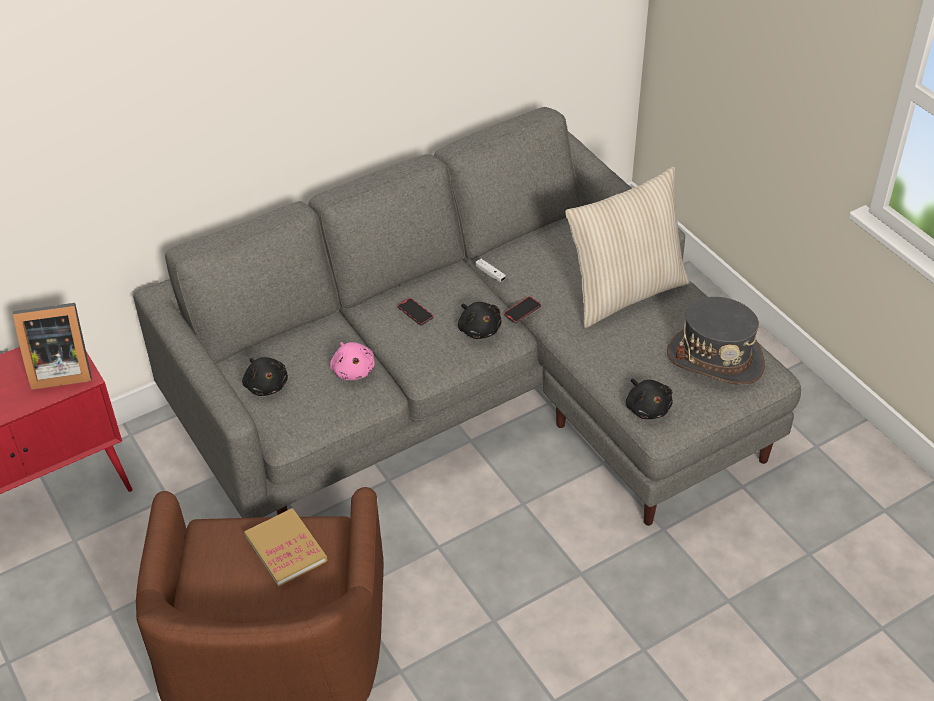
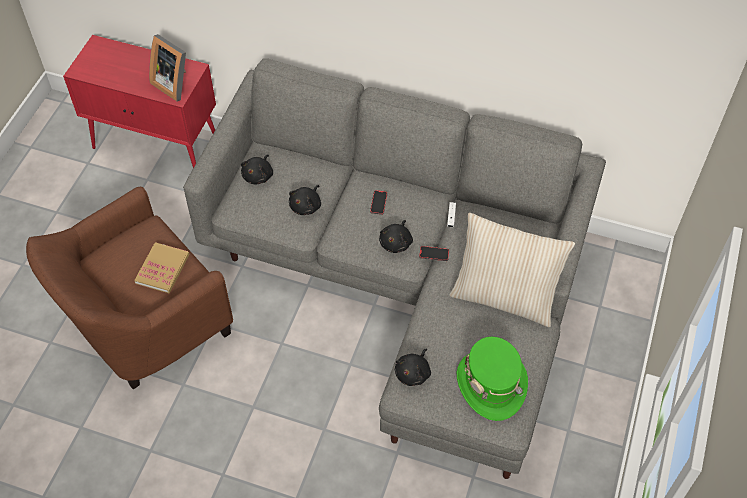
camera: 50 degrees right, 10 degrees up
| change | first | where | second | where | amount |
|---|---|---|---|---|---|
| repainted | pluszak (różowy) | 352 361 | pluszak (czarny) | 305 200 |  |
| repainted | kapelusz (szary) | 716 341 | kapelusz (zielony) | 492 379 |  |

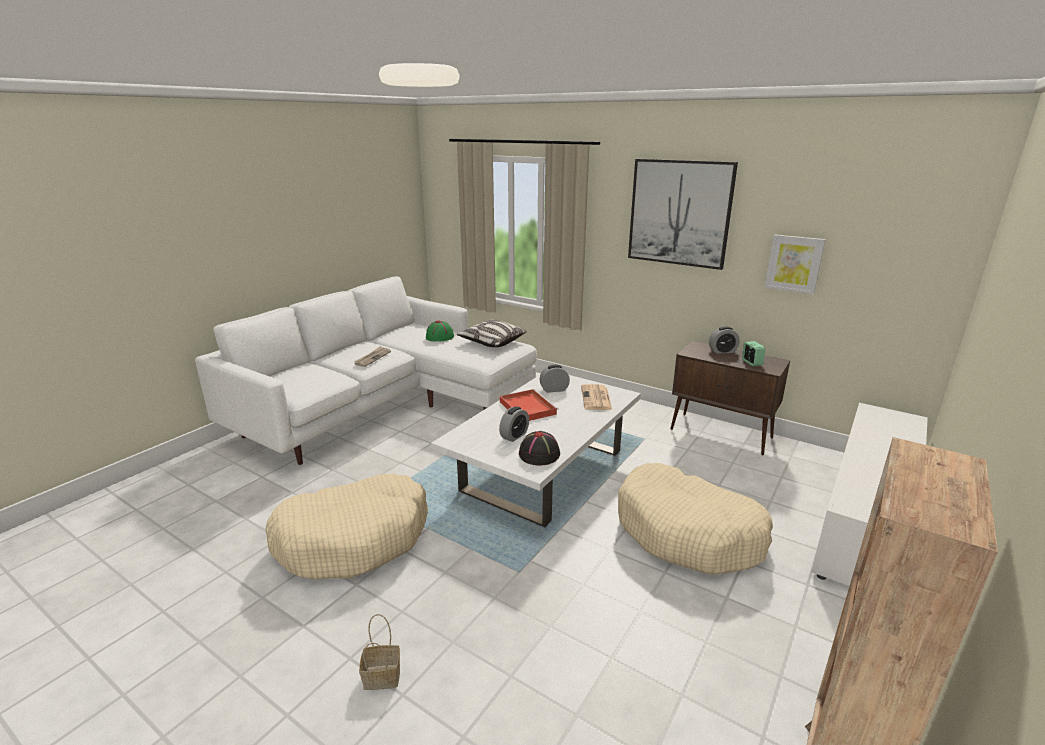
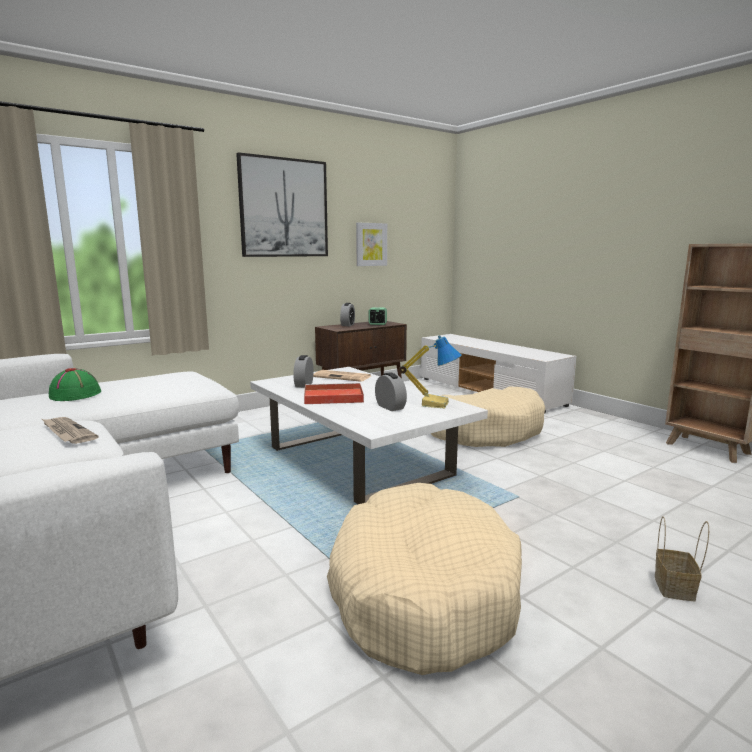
camera: 70 degrees left, 10 degrees down
| change | first | where | second | where | amount |
|---|---|---|---|---|---|
| gone | poduszka | 492 333 |  |  |  |
| swapped | kapelusz (czarny) | 539 448 | lampa stołowa | 430 372 |  |

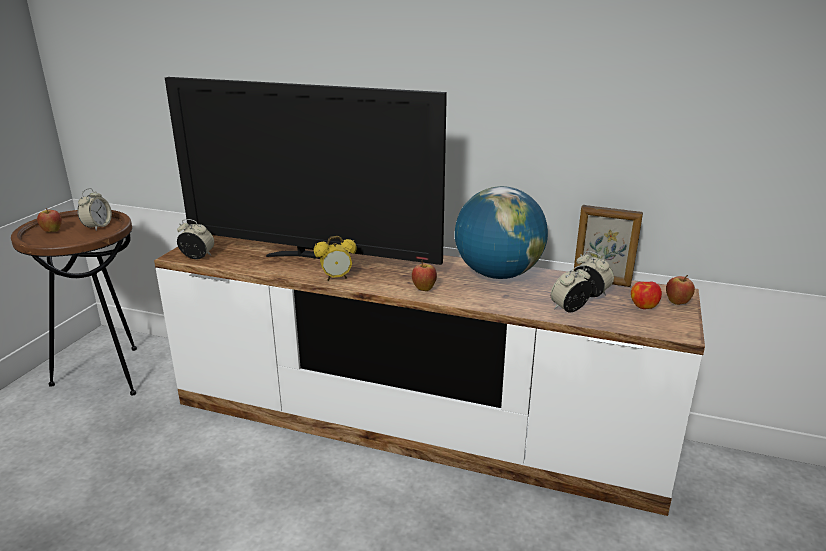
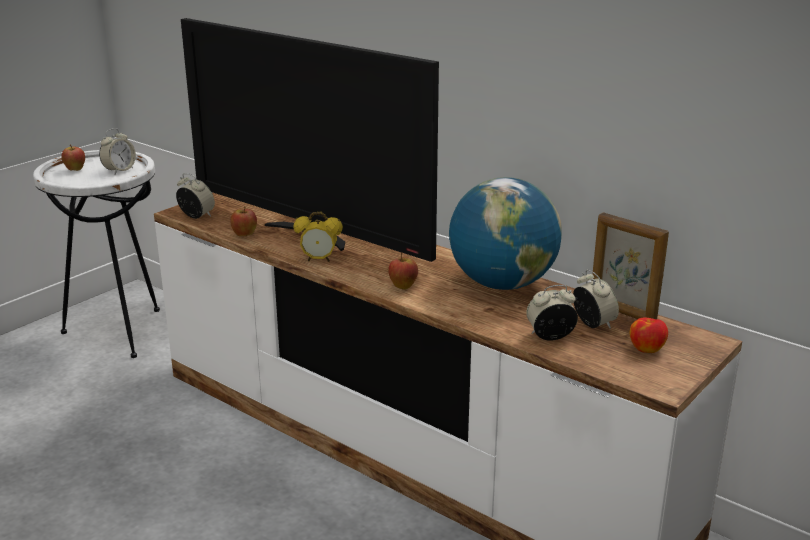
camera: 20 degrees right, 0 degrees up
| change | first | where | second | where | amount |
|---|---|---|---|---|---|
| repainted | stolik (brązowy) | 74 303 | stolik (biały) | 96 254 |  |
| shifted | jabłko | 680 290 |  | 243 221 |  |

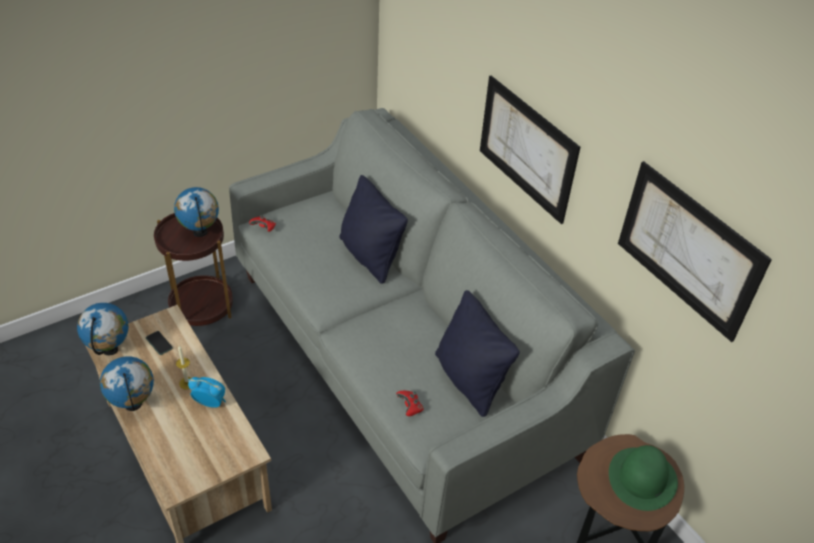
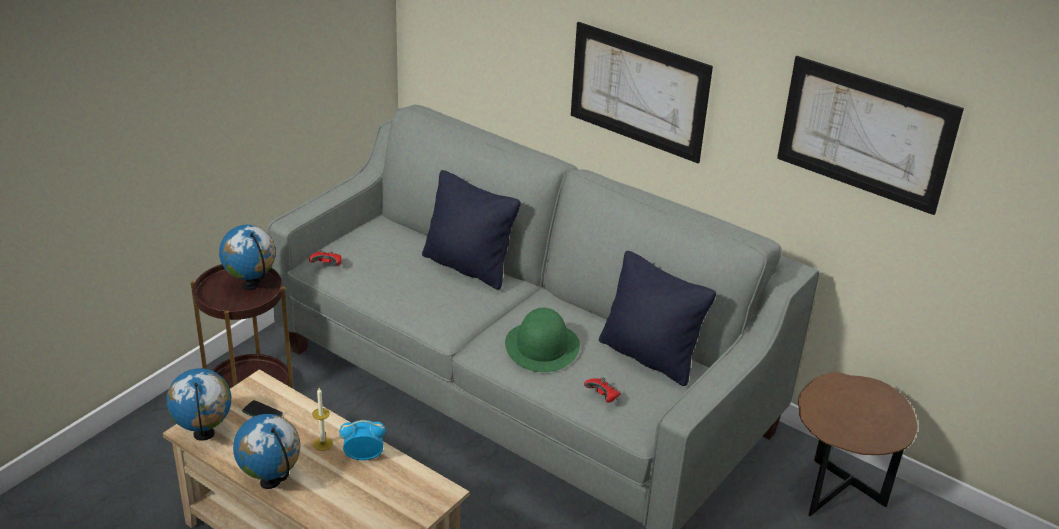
camera: 20 degrees left, 10 degrees down
| change | first | where | second | where | amount |
|---|---|---|---|---|---|
| shifted | kapelusz (zielony) | 643 478 |  | 542 340 |  |

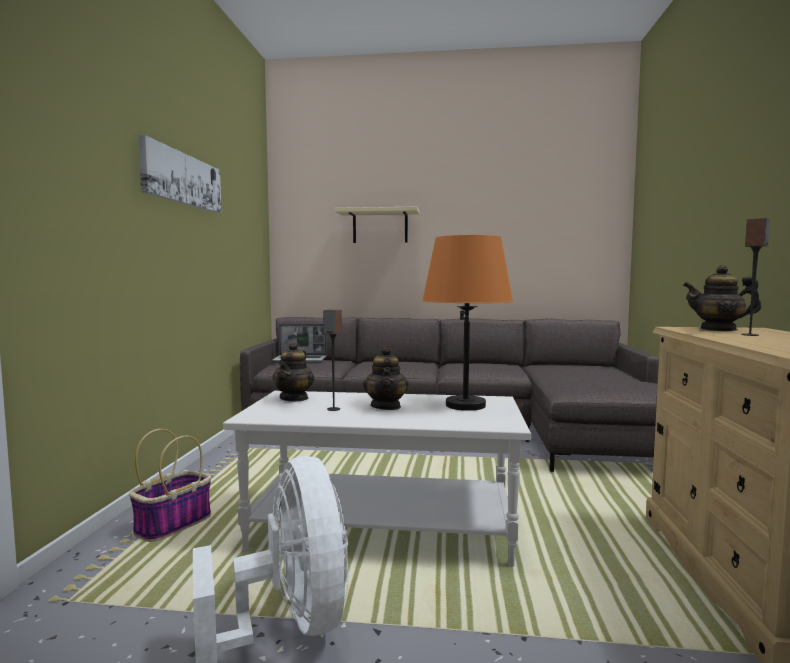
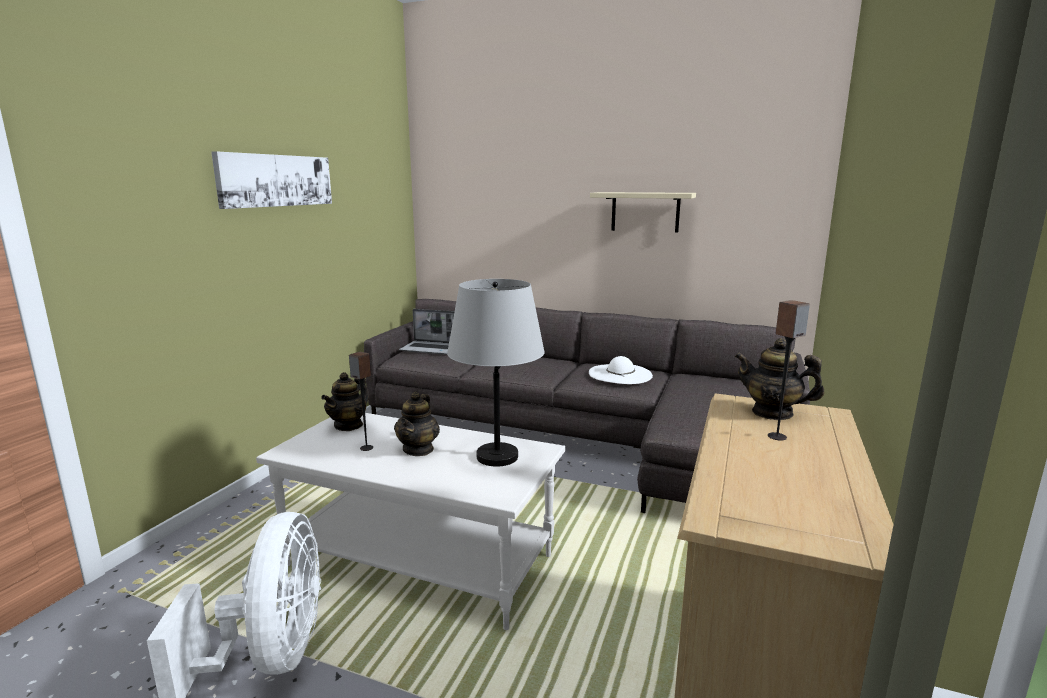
camera: 15 degrees right, 10 degrees up
| change | first | where | second | where | amount |
|---|---|---|---|---|---|
| gone | koszyk | 170 485 |  |  |  |
| shifted | półka (beżowy) | 377 225 |  | 643 212 |  |
| repainted | lampa stołowa (pomarańczowy) | 467 323 | lampa stołowa (szary) | 496 373 |  |
| new |  |  | kapelusz (biały) | 621 370 |  |

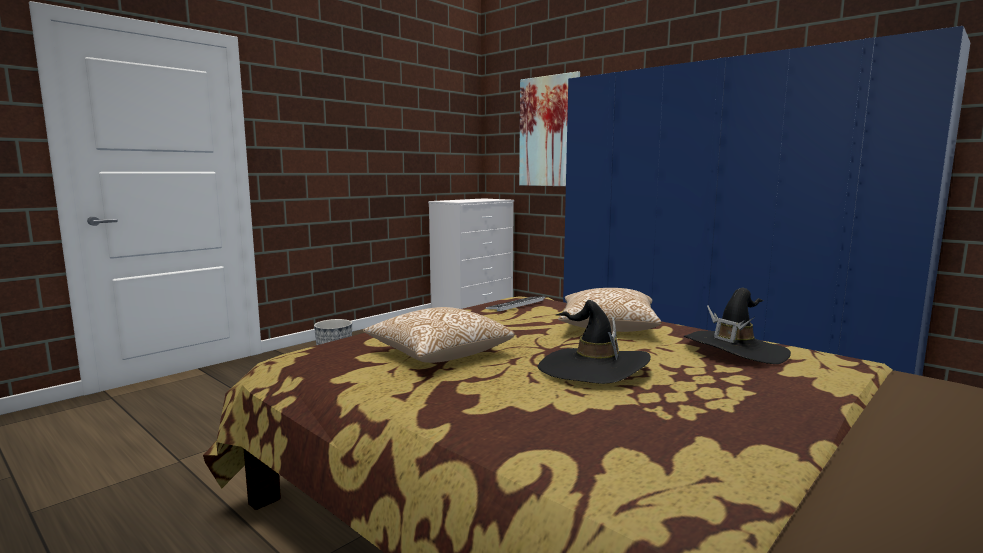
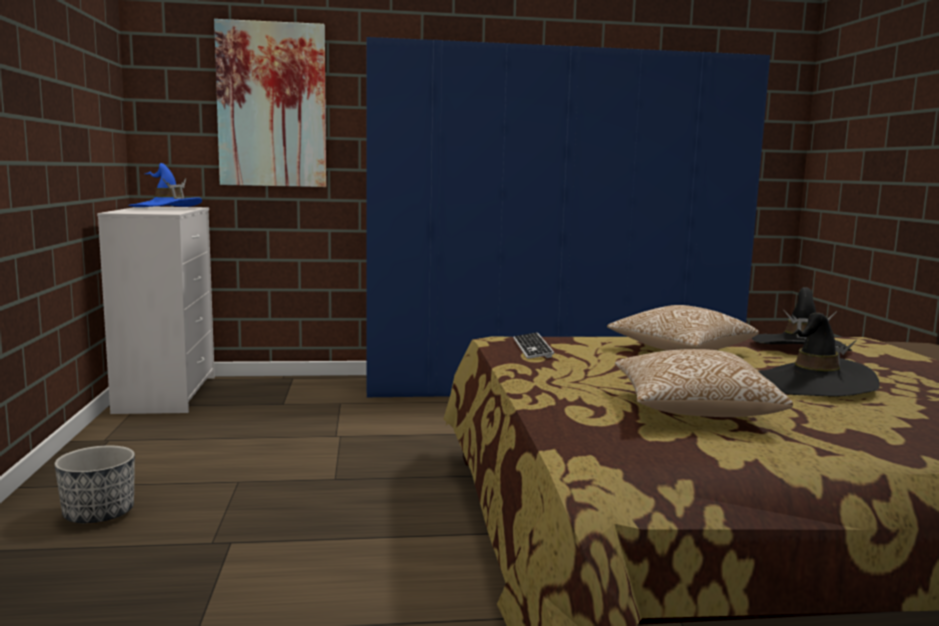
camera: 50 degrees left, 0 degrees up
| change | first | where | second | where | amount |
|---|---|---|---|---|---|
| new |  |  | kapelusz (niebieski) | 165 185 |  |

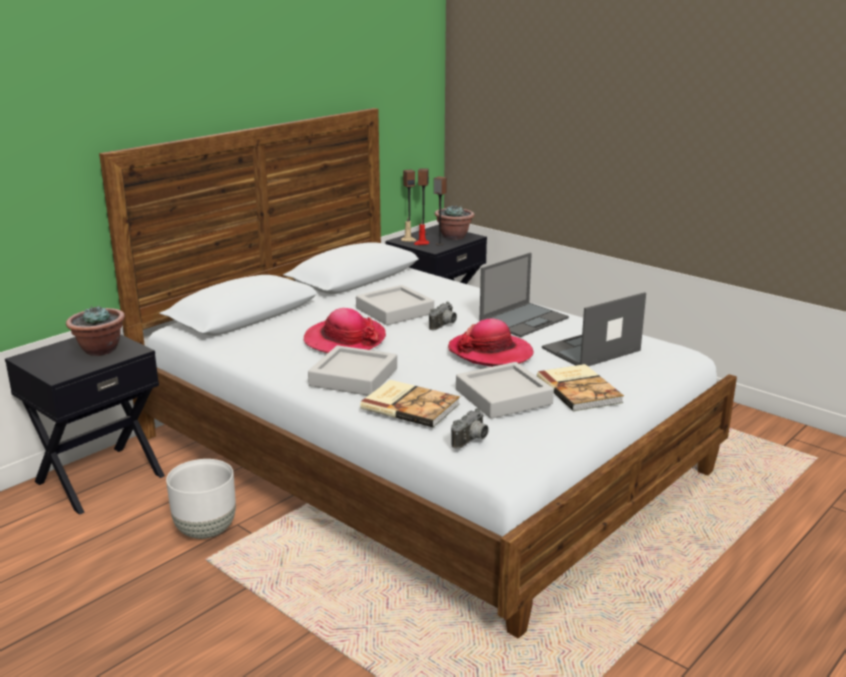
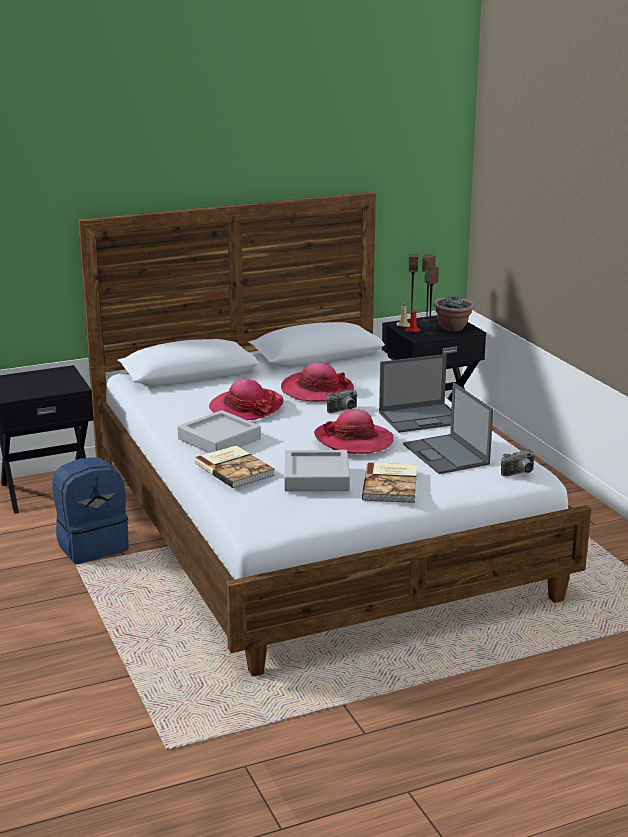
camera: 25 degrees right, 0 degrees up
| change | first | where | second | where | amount |
|---|---|---|---|---|---|
| gone | roślina doniczkowa | 95 330 |  |  |  |
| swapped | donica (biały) | 201 499 | plecak (niebieski) | 90 510 |  |
| swapped | taca (szary) | 395 305 | kapelusz | 317 381 |  |
| shifted | aparat fotograficzny | 470 428 |  | 517 463 |  |
| rotated | laptop | 594 329 |  | 448 428 | 105 degrees counterclockwise |

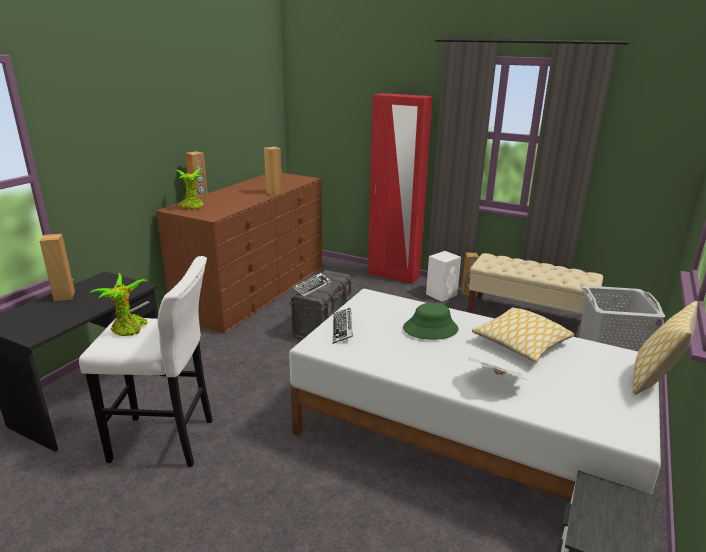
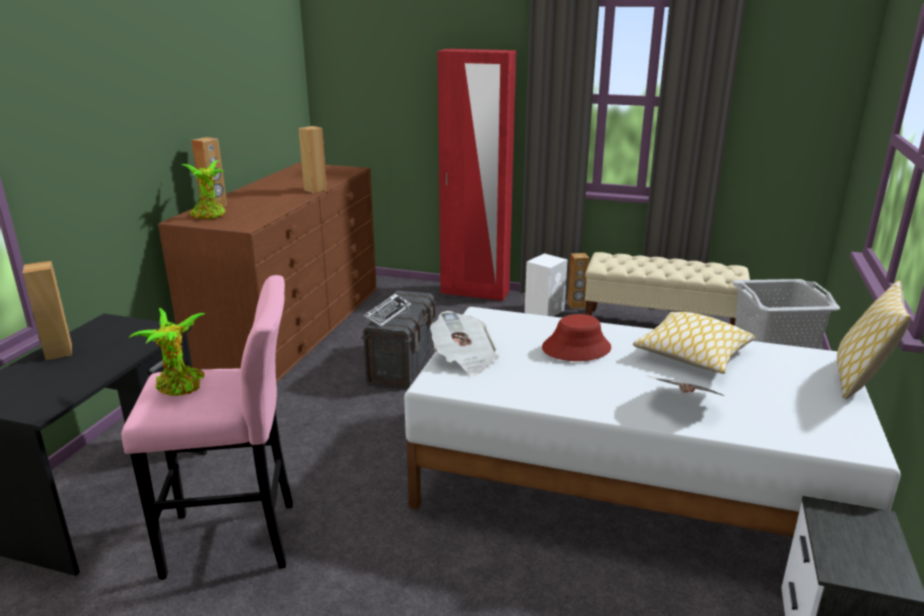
camera: 10 degrees left, 0 degrees up
| change | first | where | second | where | amount |
|---|---|---|---|---|---|
| repainted | stołek (biały) | 146 361 | stołek (różowy) | 207 427 |  |
| swapped | klawiatura | 342 326 | gazeta | 464 343 |  |
| repainted | kapelusz (zielony) | 430 321 | kapelusz (czerwony) | 576 337 |  |

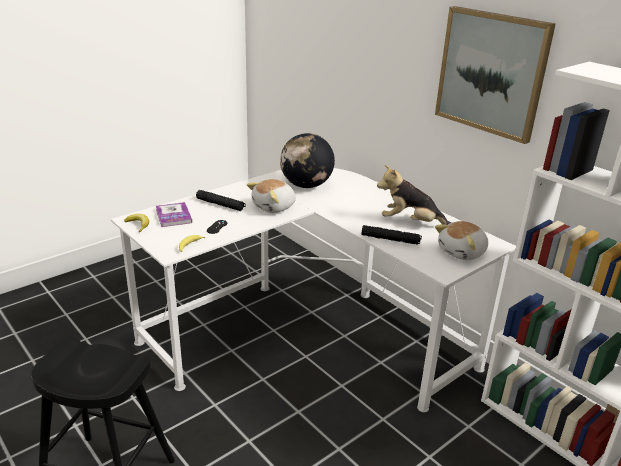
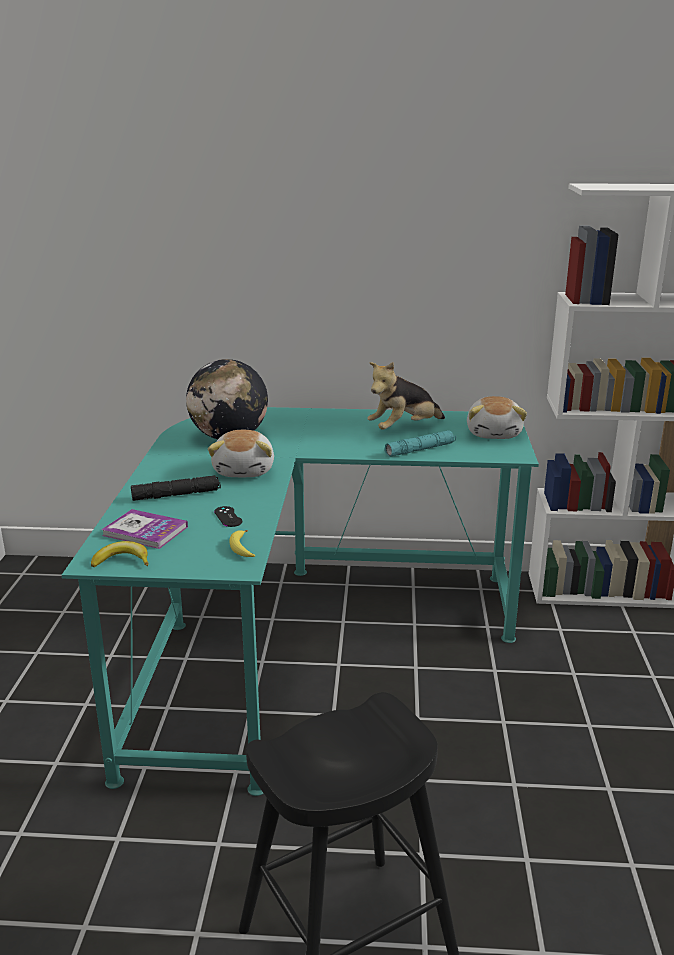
camera: 45 degrees left, 5 degrees down
| change | first | where | second | where | amount |
|---|---|---|---|---|---|
| repainted | biurko (biały) | 313 290 | biurko (turkusowy) | 300 601 |  |
| repainted | latarka (czarny) | 392 235 | latarka (turkusowy) | 420 443 |  |
| gone | obraz | 495 75 |  |  |  |

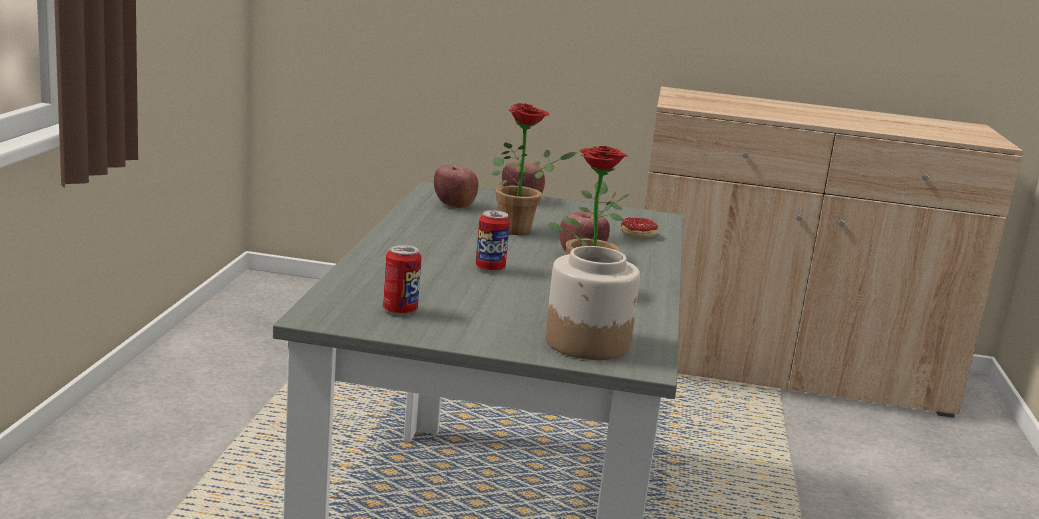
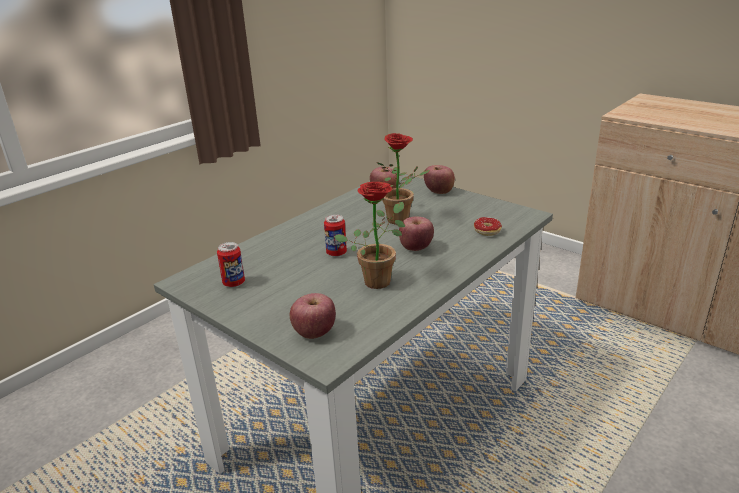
camera: 35 degrees right, 10 degrees up
| change | first | where | second | where | amount |
|---|---|---|---|---|---|
| swapped | słoik | 592 303 | jabłko | 313 316 |  |

